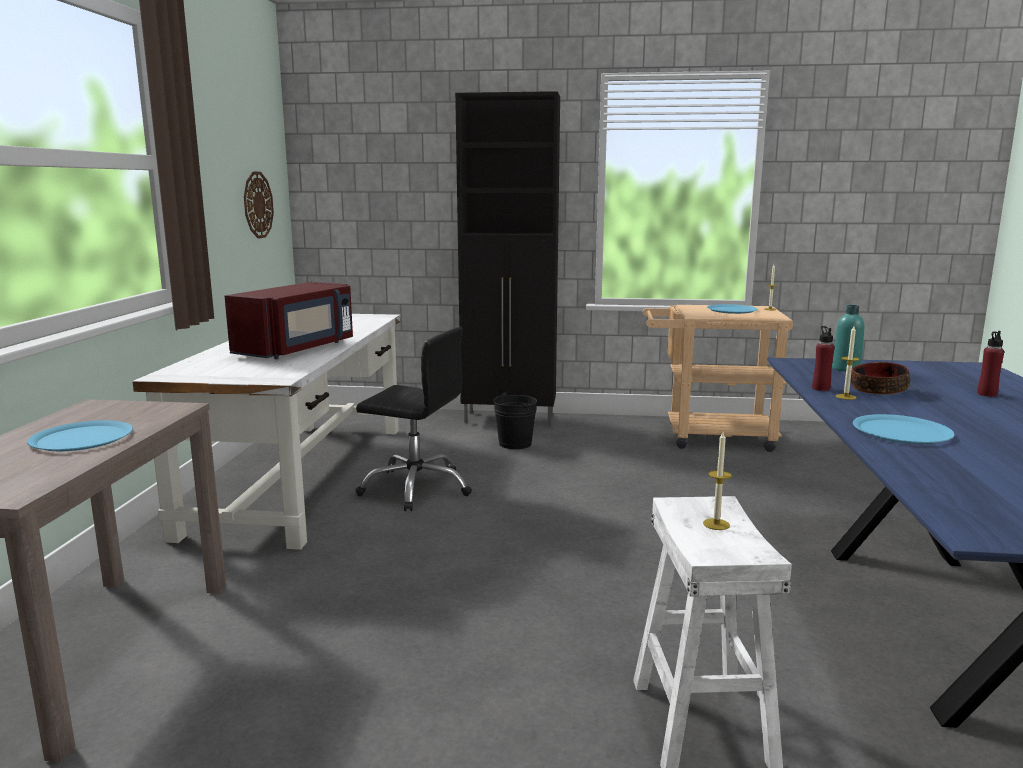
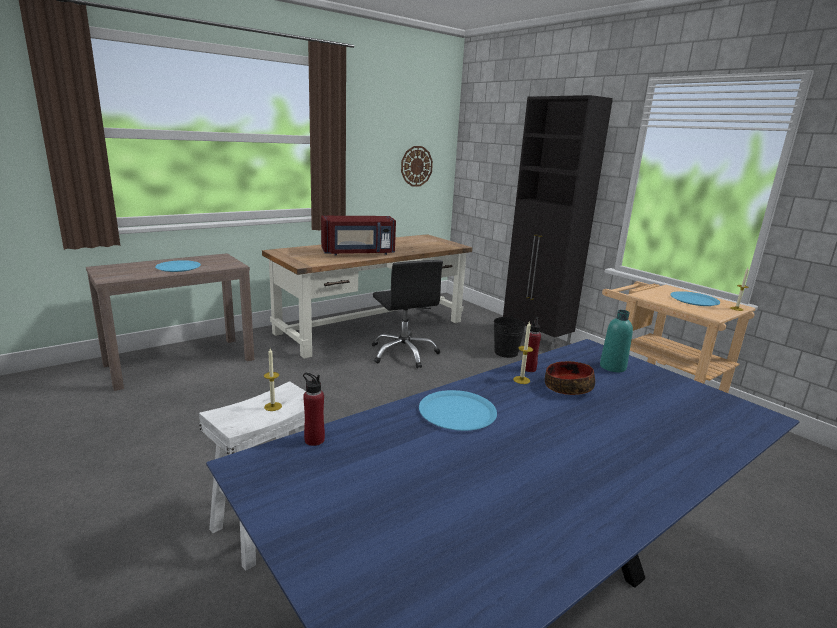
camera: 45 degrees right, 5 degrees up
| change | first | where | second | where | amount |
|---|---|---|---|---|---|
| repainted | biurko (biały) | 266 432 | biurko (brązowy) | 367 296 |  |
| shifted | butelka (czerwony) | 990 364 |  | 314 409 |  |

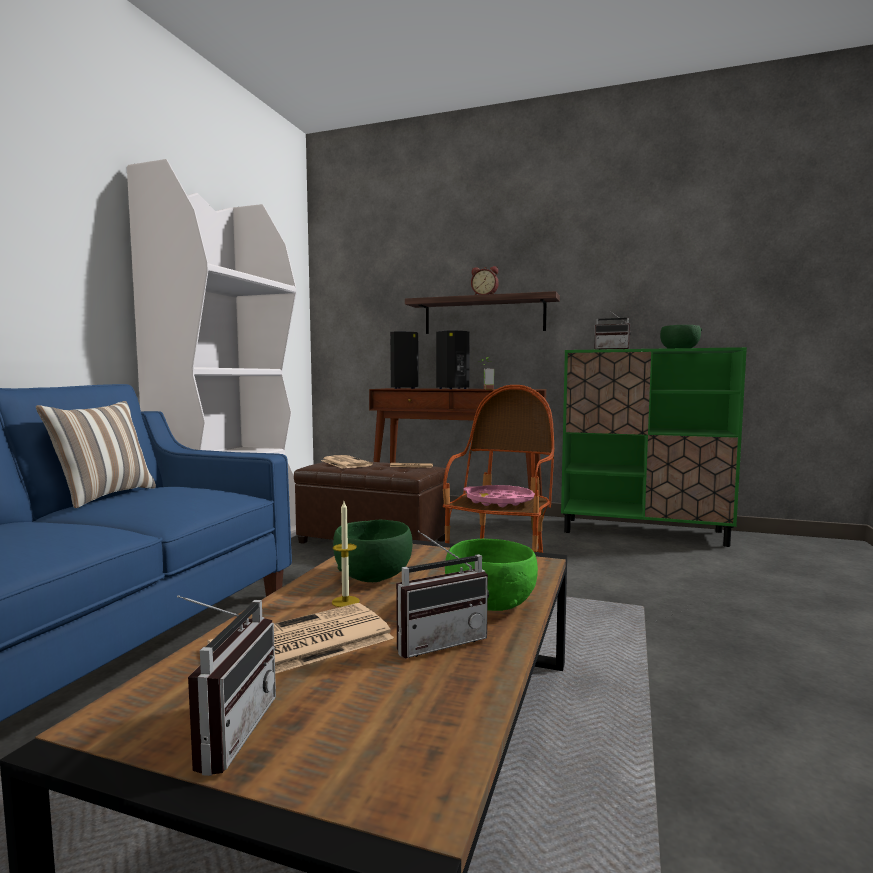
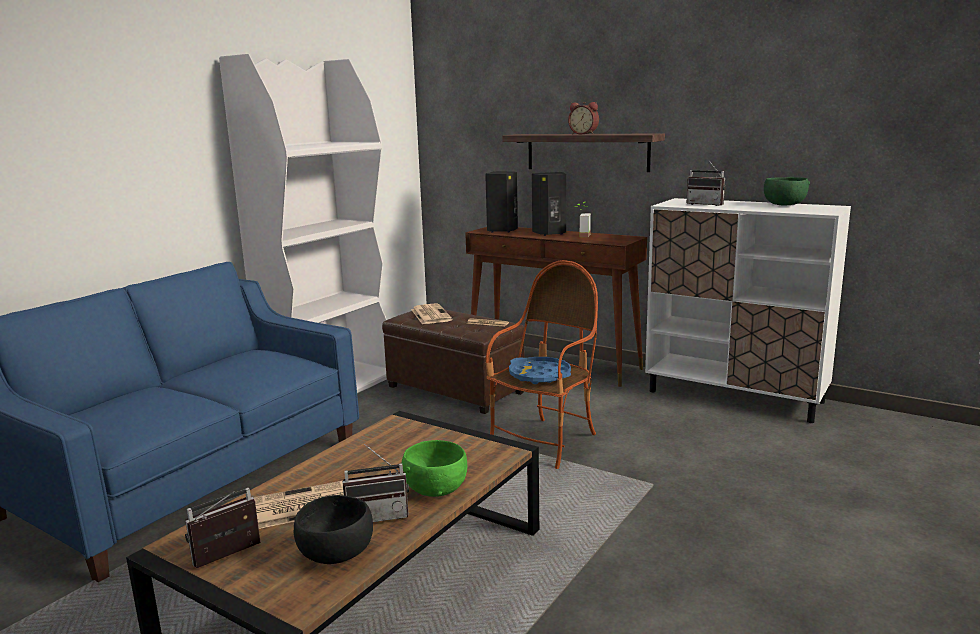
camera: 15 degrees right, 10 degrees up
| change | first | where | second | where | amount |
|---|---|---|---|---|---|
| gone | poduszka | 96 454 |  |  |  |
| rotated | radio | 226 685 |  | 223 528 | 150 degrees counterclockwise |
| gone | świeca | 346 554 |  |  |  |
| gone | miska (zielony) | 373 551 |  |  |  |
| repainted | taca (różowy) | 499 496 | taca (niebieski) | 540 370 |  |
| repainted | szafka (zielony) | 654 447 | szafka (biały) | 748 310 |  |
| new |  |  | miska (czarny) | 333 529 |  |

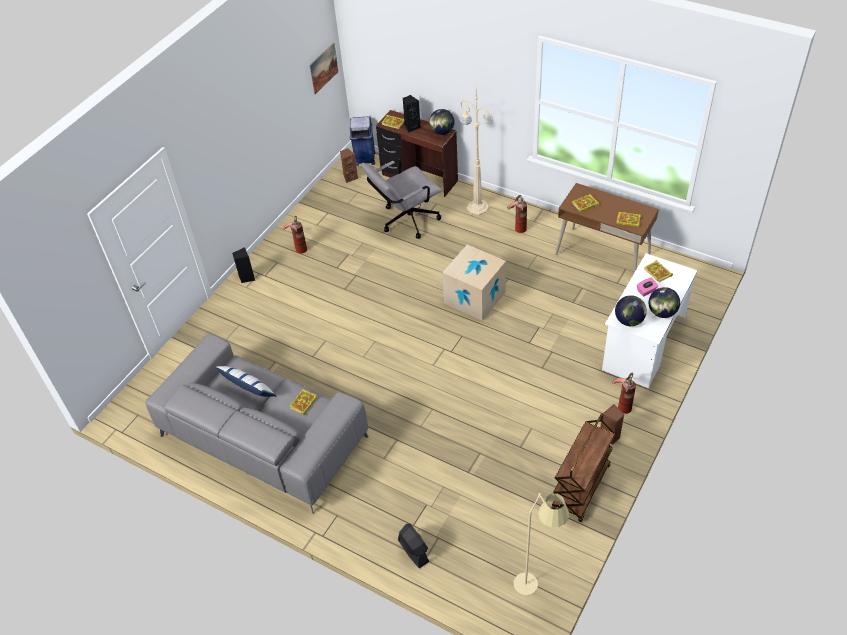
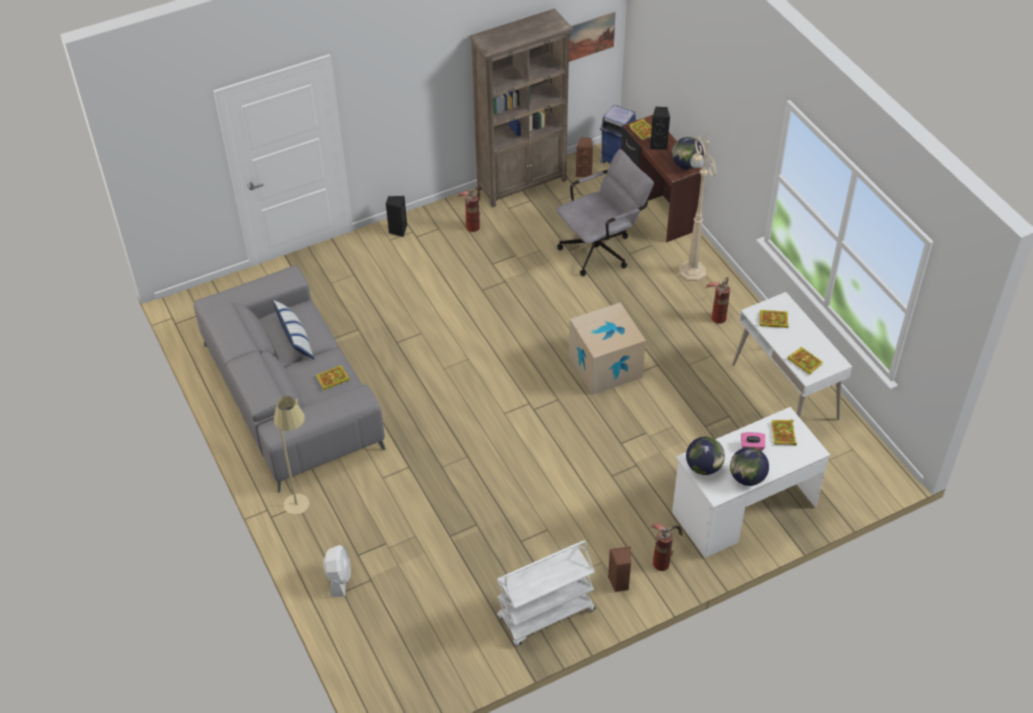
camera: 30 degrees right, 0 degrees up
| change | first | where | second | where | amount |
|---|---|---|---|---|---|
| rotated | krzesło biurowe (szary) | 401 199 |  | 605 212 | 150 degrees clockwise |
| repainted | wentylator (czarny) | 414 545 | wentylator (biały) | 337 571 |  |
| shifted | lampa stojąca (beżowy) | 541 544 |  | 291 455 |  |
| repainted | wózek (brązowy) | 583 467 | wózek (biały) | 546 593 |  |
| repainted | biurko (brązowy) | 607 228 | biurko (biały) | 792 356 |  |
| new |  |  | regał (brązowy) | 521 108 |  |

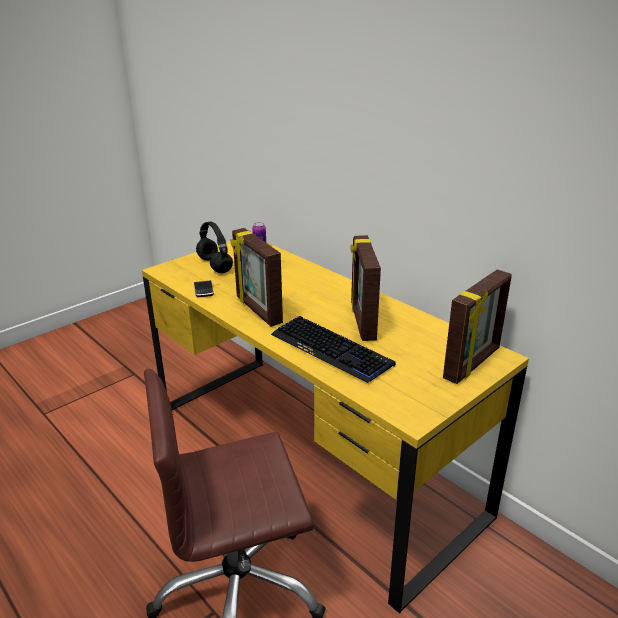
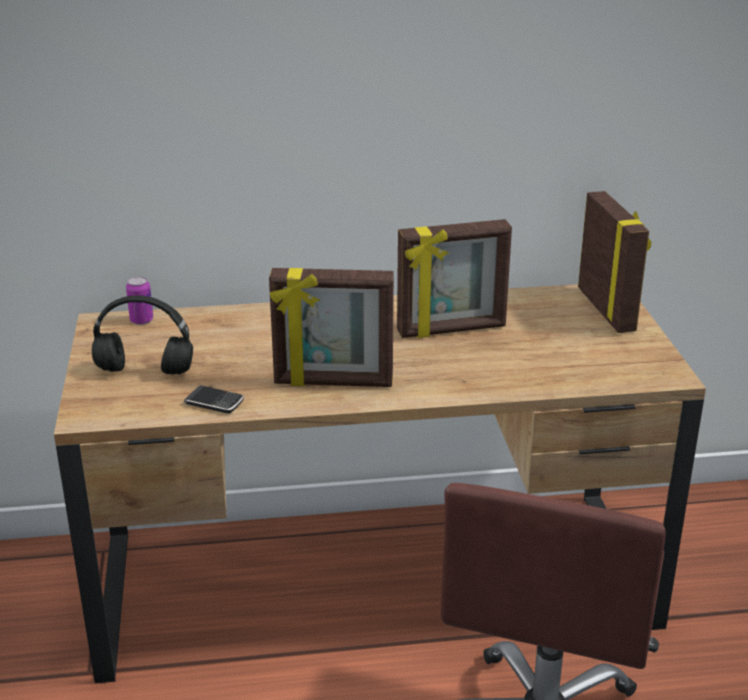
camera: 55 degrees left, 0 degrees up
| change | first | where | second | where | amount |
|---|---|---|---|---|---|
| repainted | biurko (żółty) | 335 427 | biurko (brązowy) | 380 484 |  |
| gone | klawiatura | 333 349 |  |  |  |
| rotated | ramka na zdjęcie | 366 288 |  | 454 278 | 45 degrees counterclockwise |

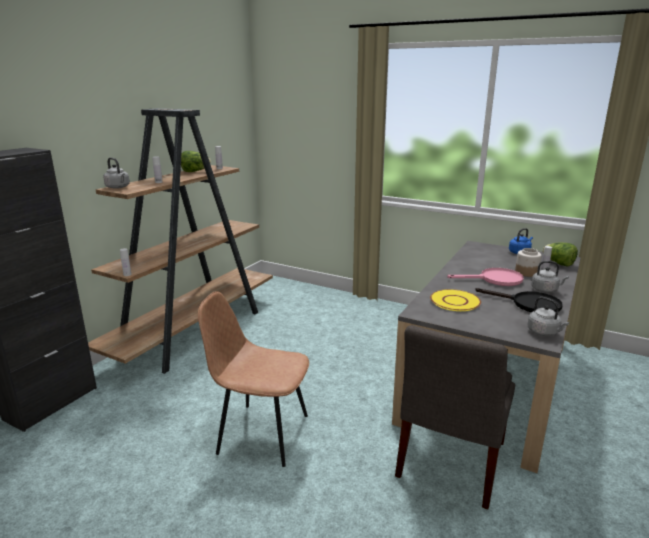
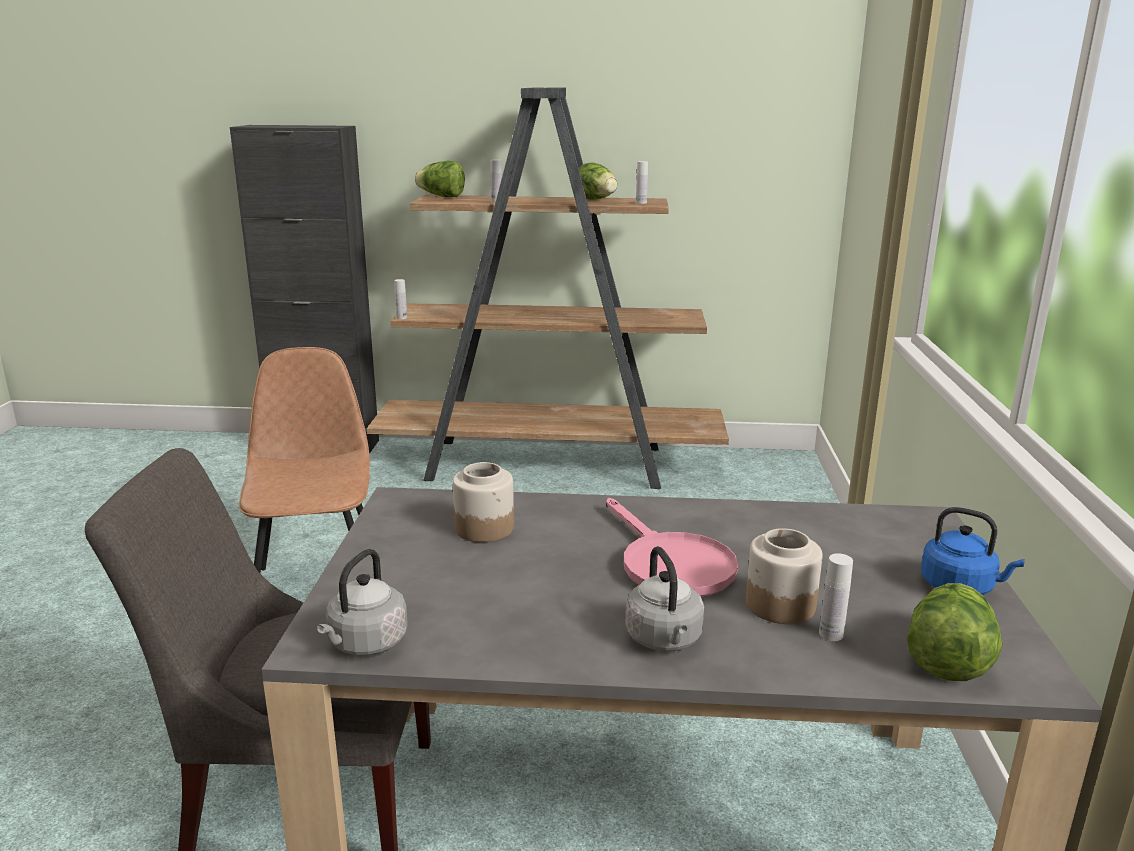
camera: 65 degrees right, 0 degrees up
| change | first | where | second | where | amount |
|---|---|---|---|---|---|
| swapped | czajnik (szary) | 116 173 | sałata | 439 179 |  |
| swapped | talerz (żółty) | 455 300 | słoik | 483 502 |  |
| gone | patelnia (czarny) | 519 300 |  |  |  |

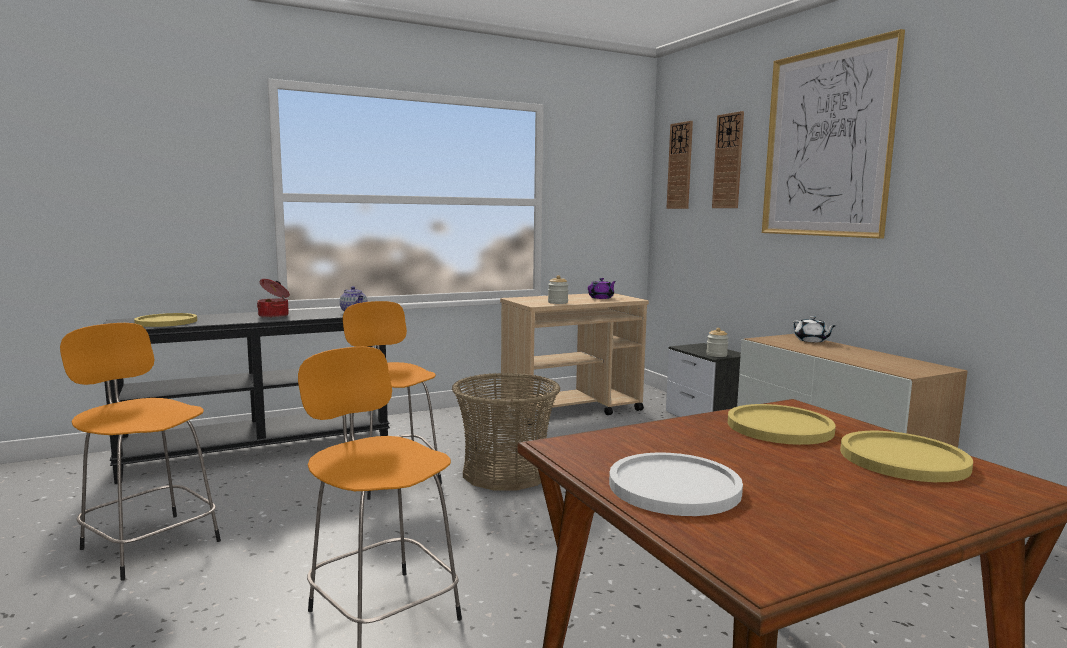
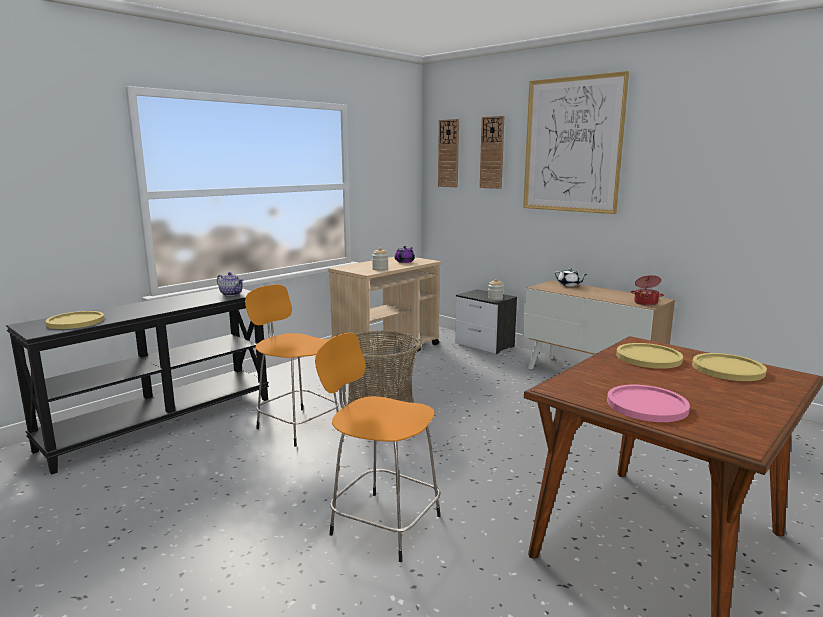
camera: 20 degrees left, 5 degrees up
| change | first | where | second | where | amount |
|---|---|---|---|---|---|
| gone | stołek (pomarańczowy) | 140 451 |  |  |  |
| shifted | garnek | 273 298 |  | 647 290 |  |
| repainted | talerz (biały) | 676 484 | talerz (różowy) | 648 403 |  |

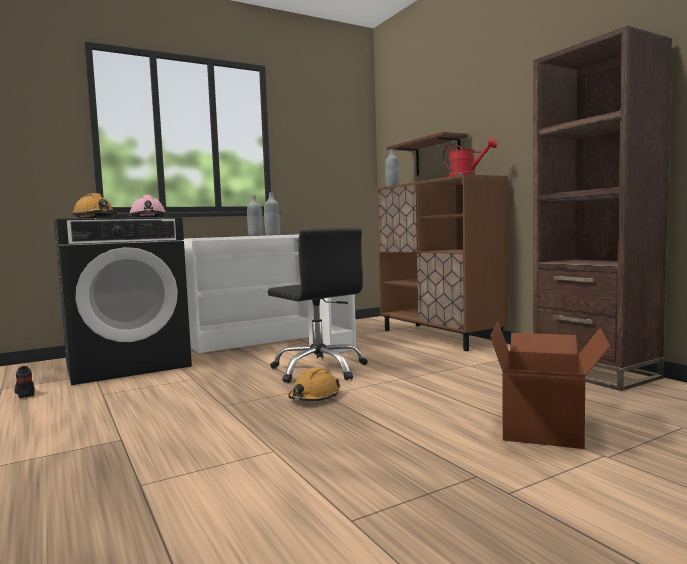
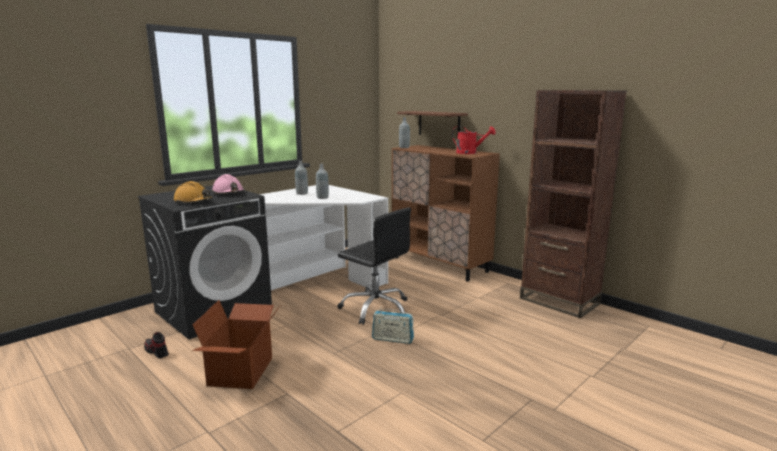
camera: 15 degrees left, 10 degrees up
| change | first | where | second | where | amount |
|---|---|---|---|---|---|
| swapped | kask (pomarańczowy) | 314 384 | radio | 393 325 |  |
| shifted | karton | 550 385 |  | 236 344 |  |

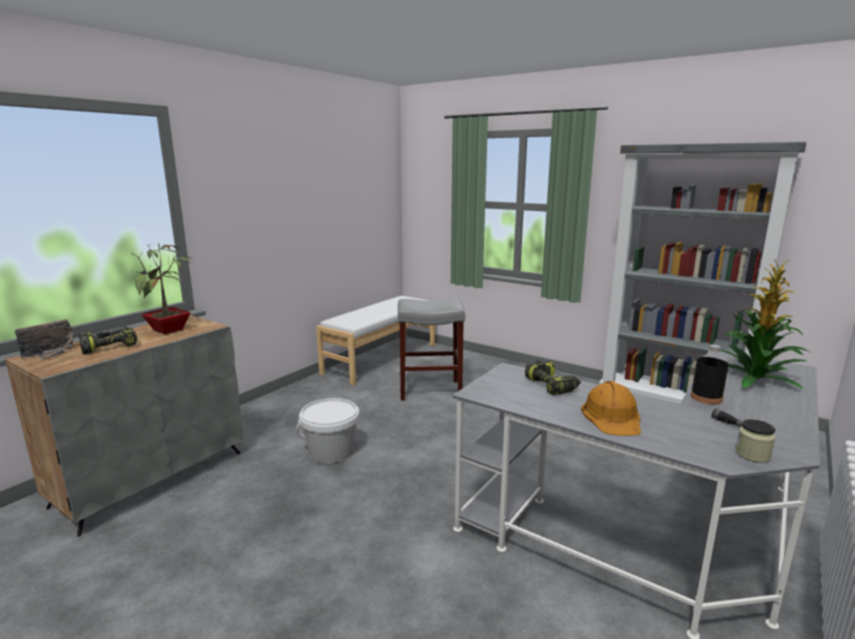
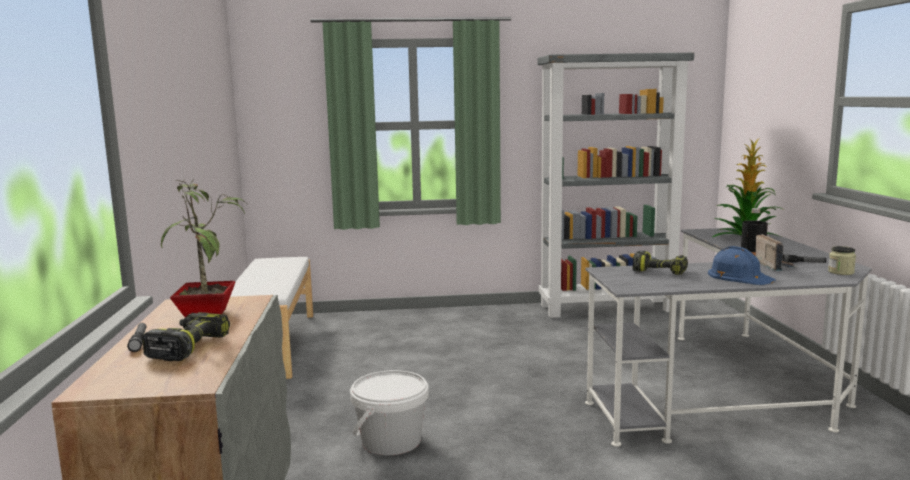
camera: 40 degrees left, 5 degrees down
| change | first | where | second | where | amount |
|---|---|---|---|---|---|
| shifted | radio | 44 338 |  | 776 252 |  |
| gone | stołek (szary) | 431 349 |  |  |  |
| repainted | kask (pomarańczowy) | 611 408 | kask (niebieski) | 742 265 |  |

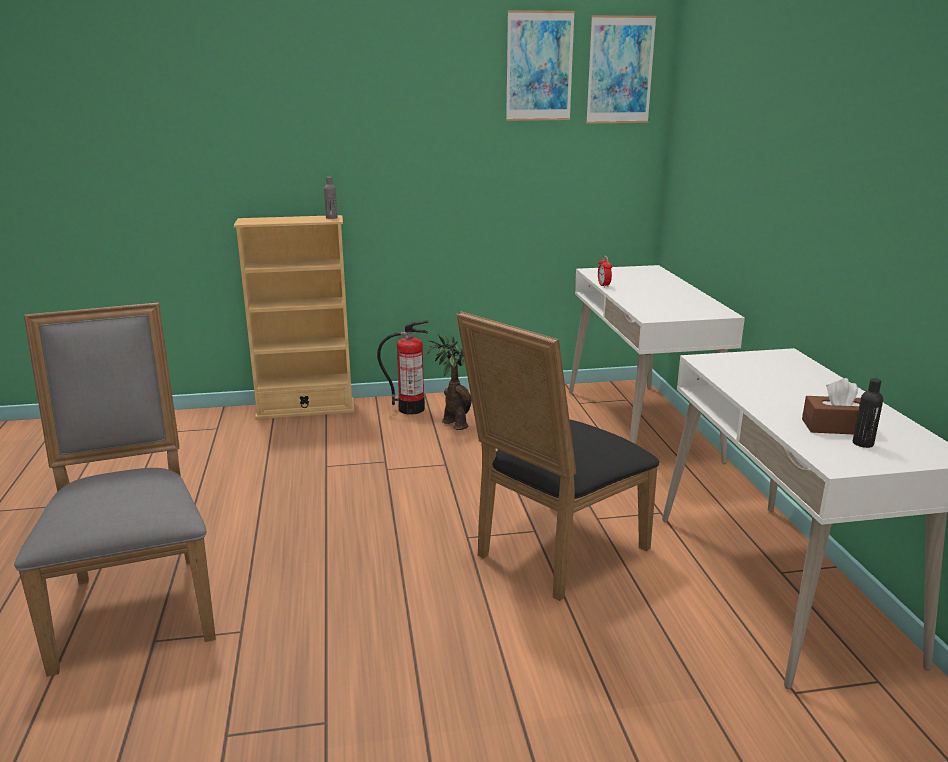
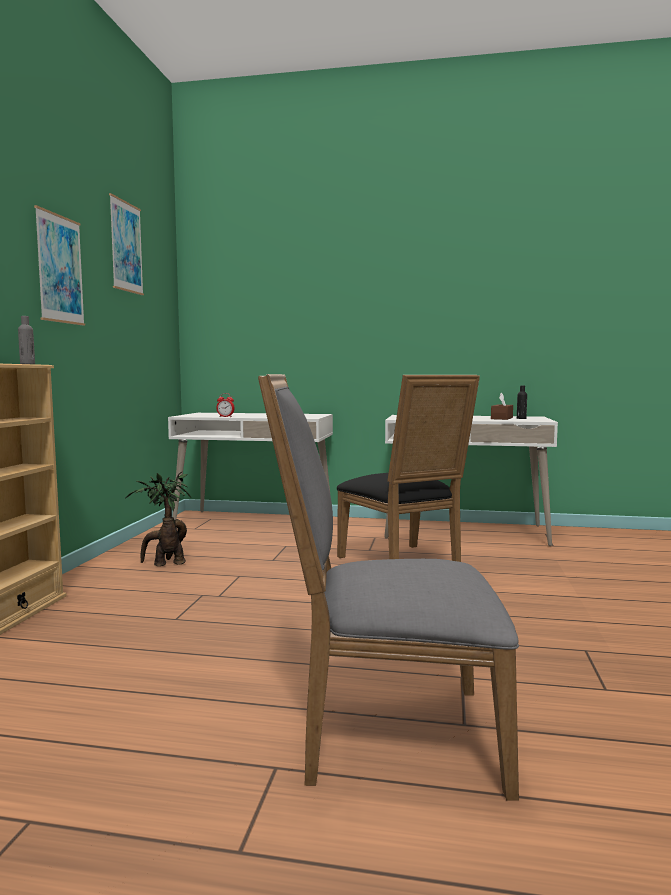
camera: 70 degrees left, 15 degrees down
| change | first | where | second | where | amount |
|---|---|---|---|---|---|
| gone | gaśnica | 403 367 |  |  |  |
| shifted | obraz | 621 69 |  | 59 265 |  |

